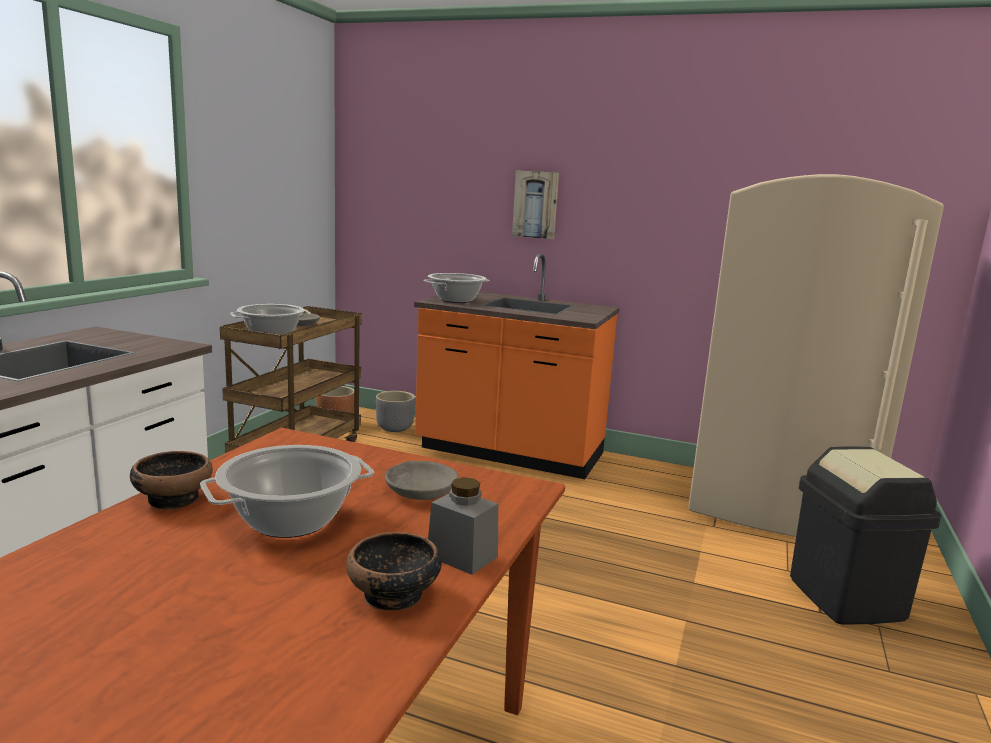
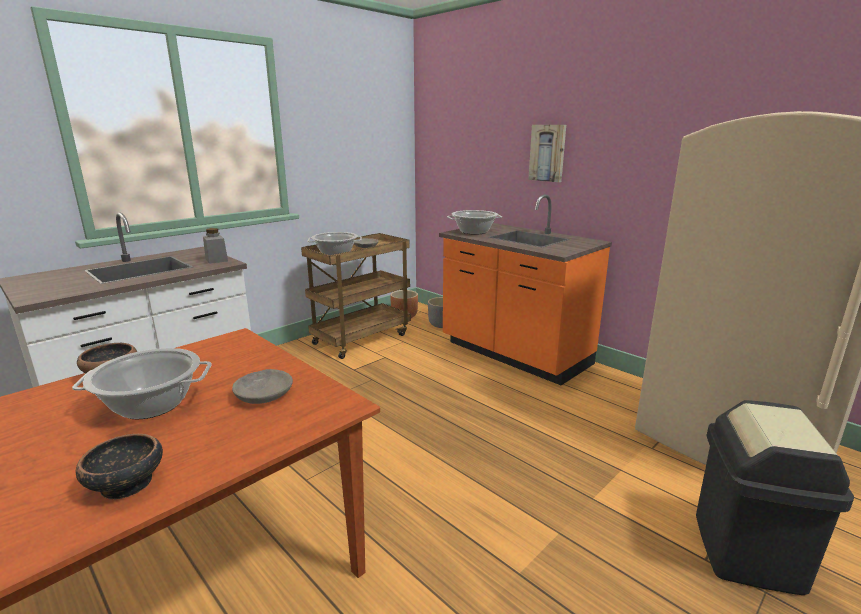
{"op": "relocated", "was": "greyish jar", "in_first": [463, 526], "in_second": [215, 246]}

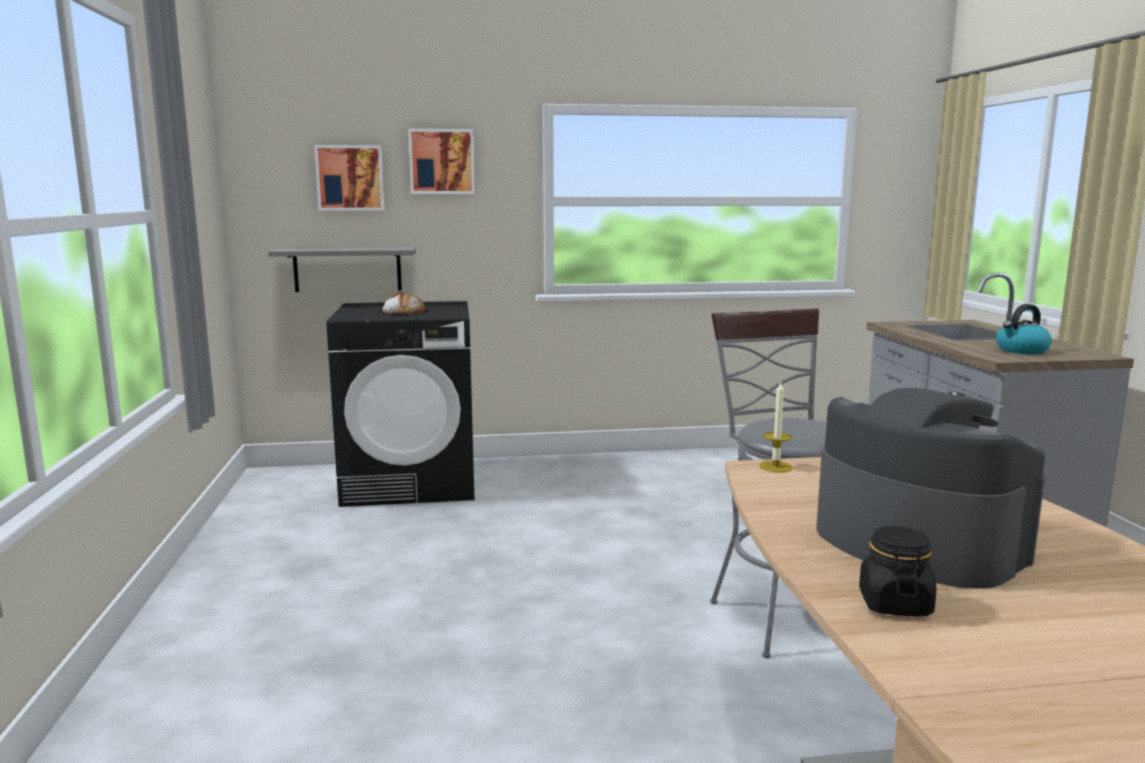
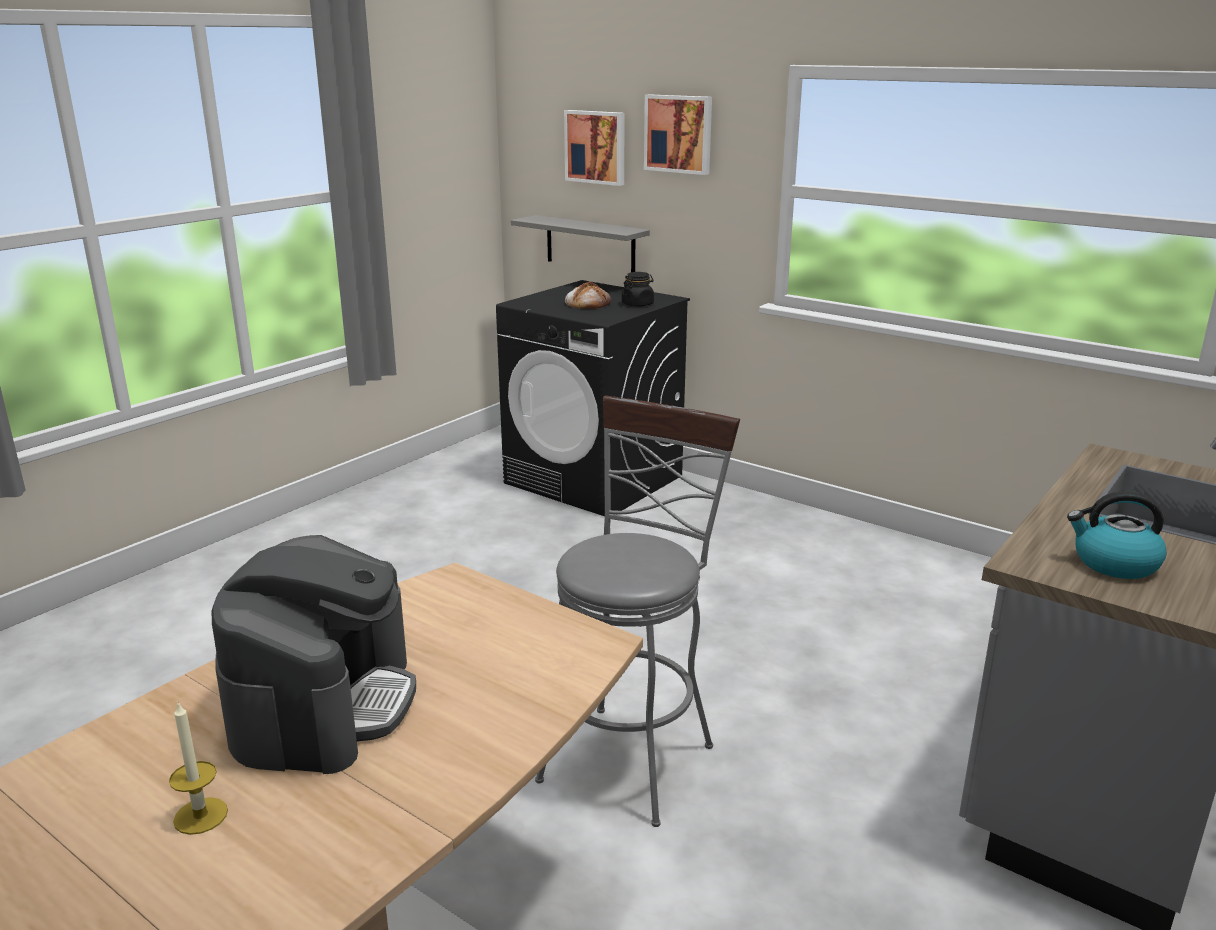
{"op": "relocated", "was": "candle", "in_first": [776, 427], "in_second": [198, 768]}
{"op": "relocated", "was": "black-coloured jar", "in_first": [897, 571], "in_second": [638, 289]}

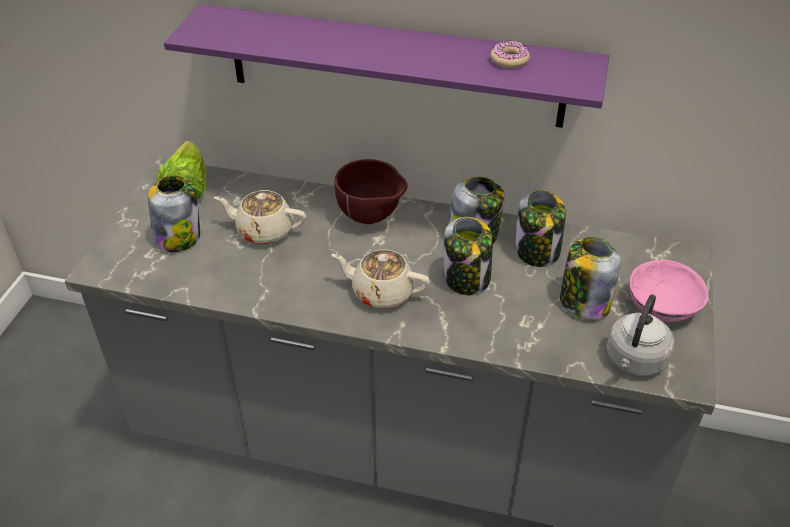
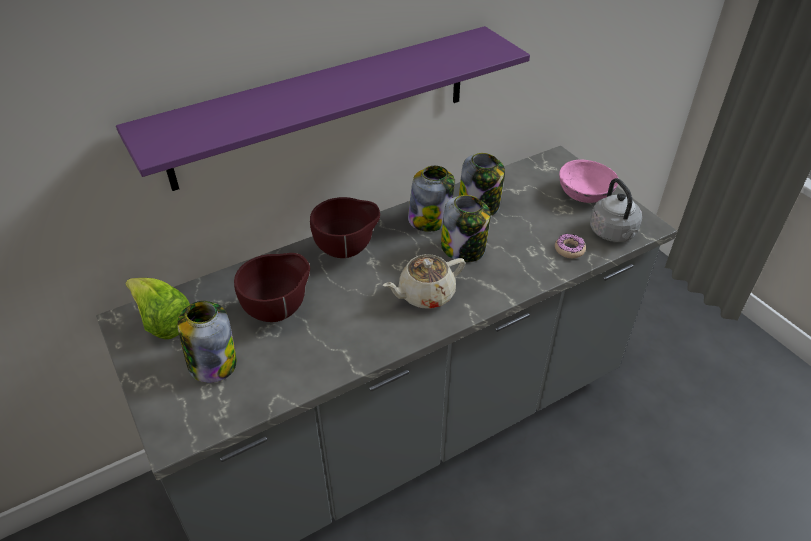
{"op": "missing", "was": "jar", "in_first": [590, 278]}
{"op": "relocated", "was": "donut", "in_first": [510, 54], "in_second": [570, 246]}
{"op": "exchanged", "was": "beige tea pot", "now": "brownish bowl", "in_first": [260, 217], "in_second": [272, 287]}

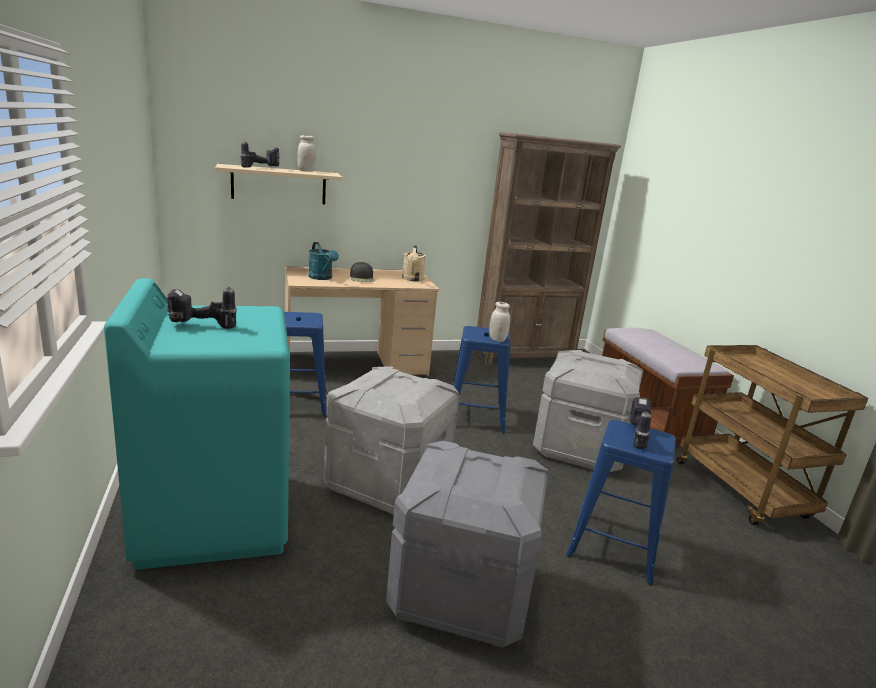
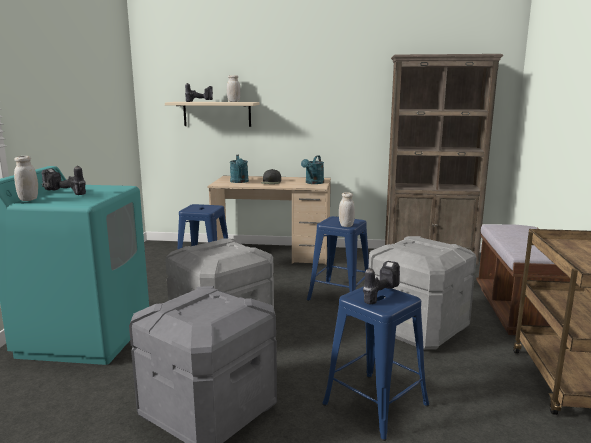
{"op": "appeared", "now": "whitish jar", "in_second": [26, 178]}
{"op": "colour", "was": "beige sprinkling can", "now": "turquoise-coloured sprinkling can", "in_first": [414, 263], "in_second": [312, 169]}

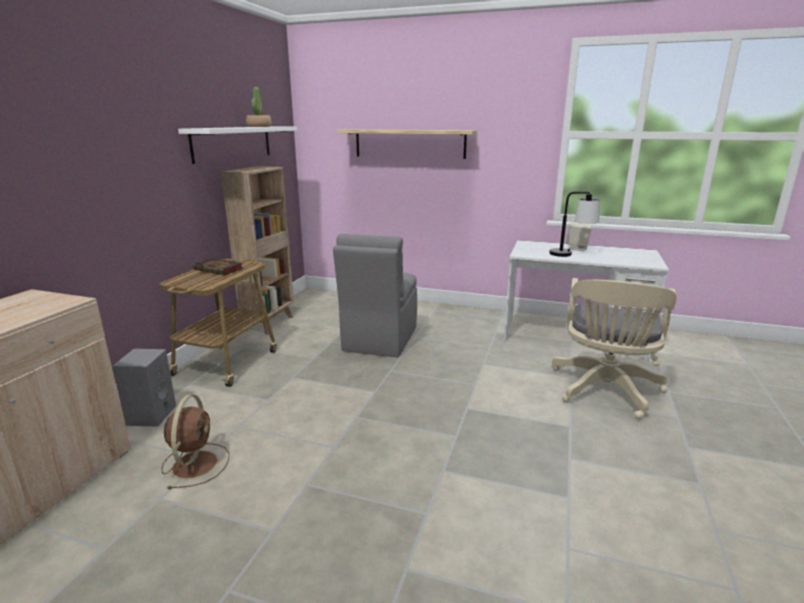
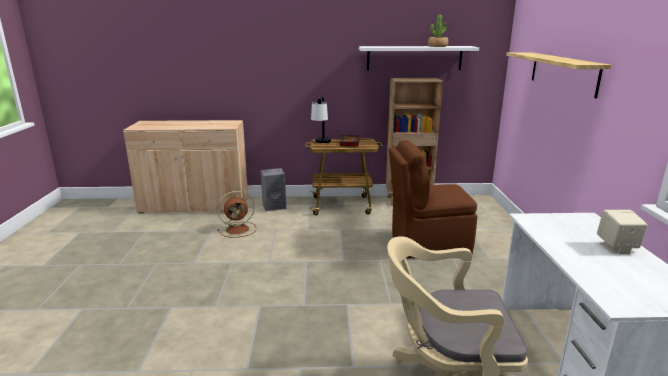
{"op": "relocated", "was": "table lamp", "in_first": [574, 224], "in_second": [321, 119]}
{"op": "colour", "was": "greyish chair", "now": "brownish chair", "in_first": [375, 295], "in_second": [433, 199]}

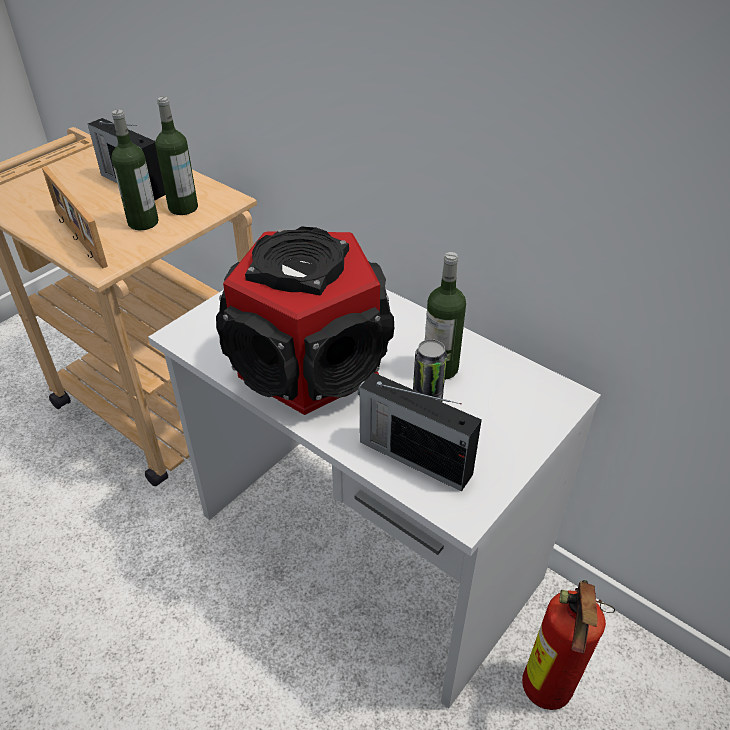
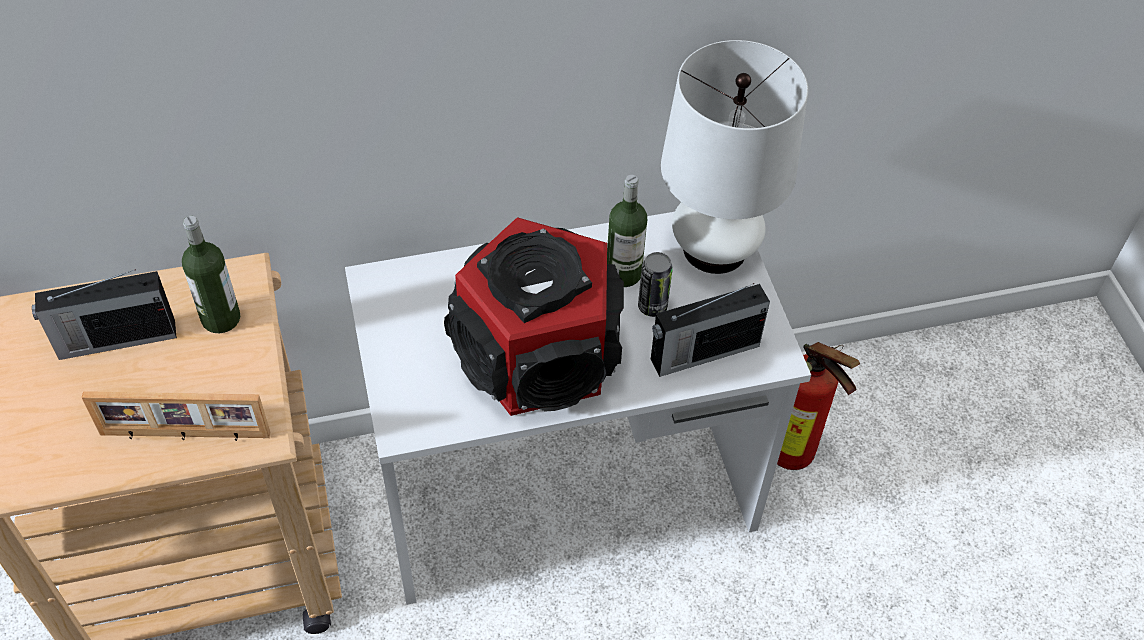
{"op": "missing", "was": "drink bottle", "in_first": [135, 169]}
{"op": "appeared", "now": "whitish table lamp", "in_second": [734, 157]}

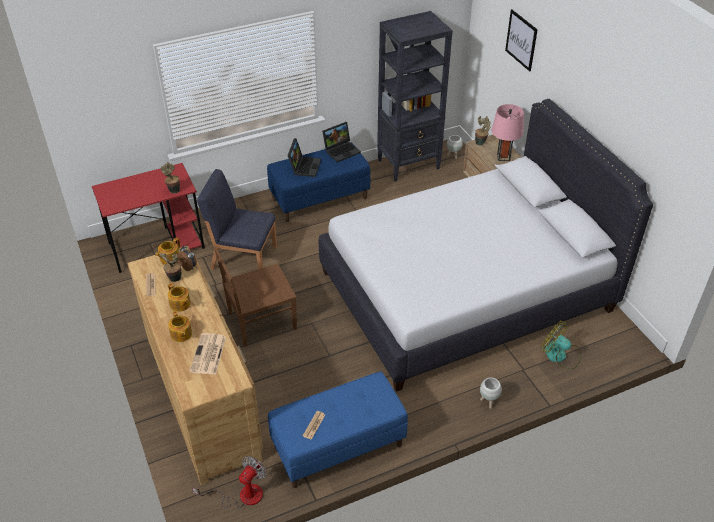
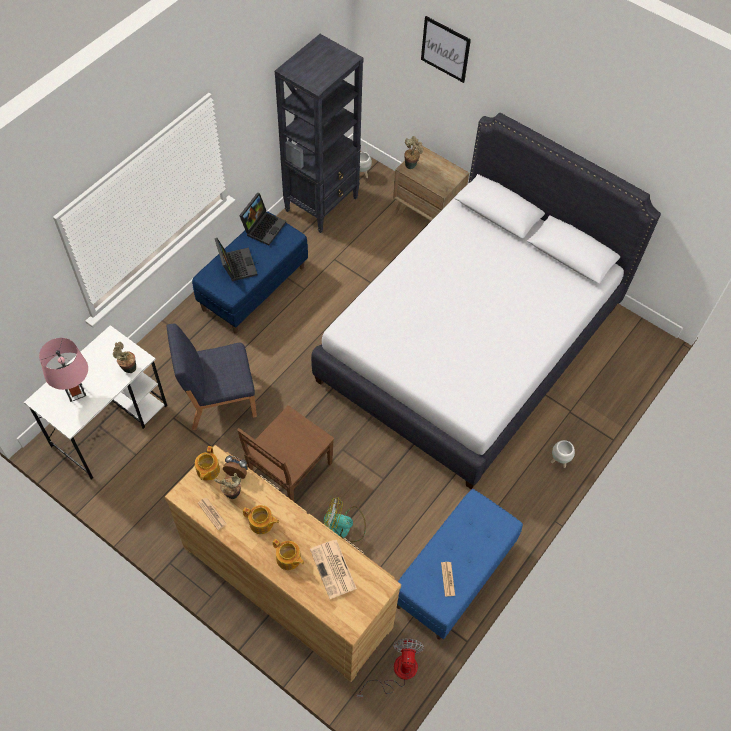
{"op": "relocated", "was": "pinkish table lamp", "in_first": [508, 132], "in_second": [63, 370]}
{"op": "relocated", "was": "electric fan", "in_first": [561, 344], "in_second": [345, 519]}
{"op": "colour", "was": "red desk table", "now": "whitish desk table", "in_first": [148, 218], "in_second": [95, 402]}

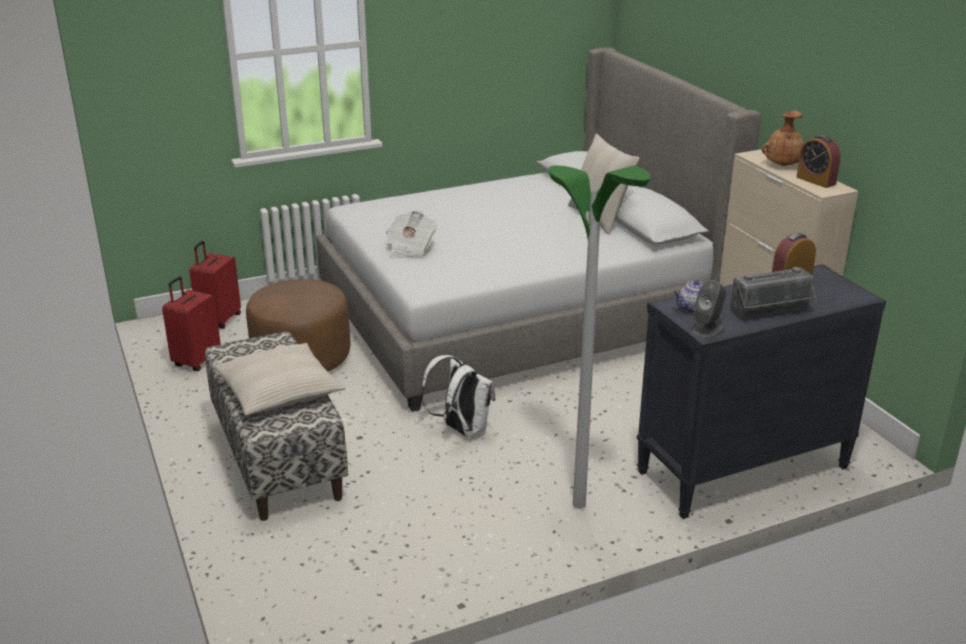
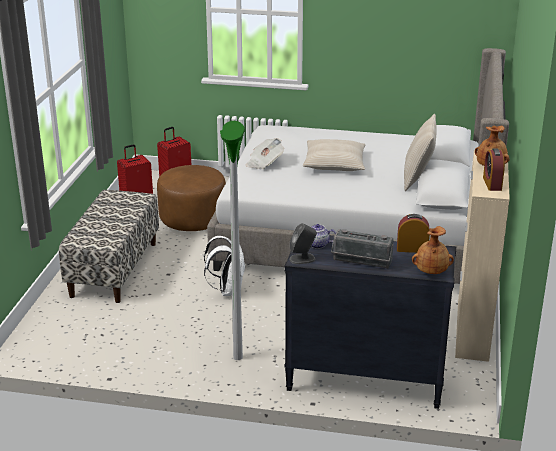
{"op": "appeared", "now": "brownish vase", "in_second": [433, 250]}
{"op": "relocated", "was": "beige throw pillow", "in_first": [279, 379], "in_second": [334, 155]}

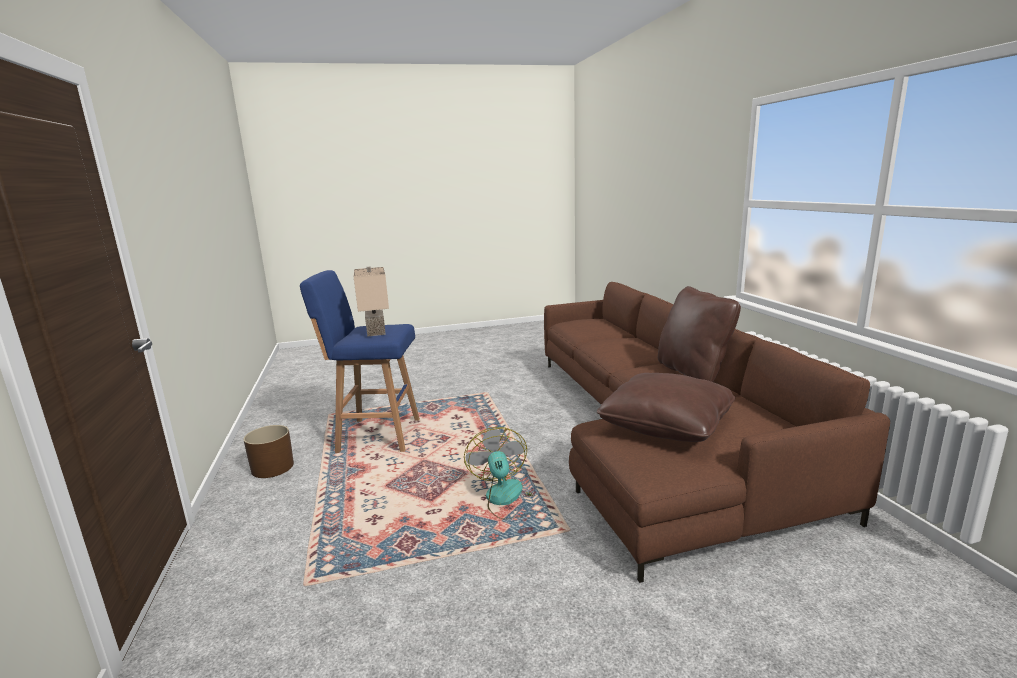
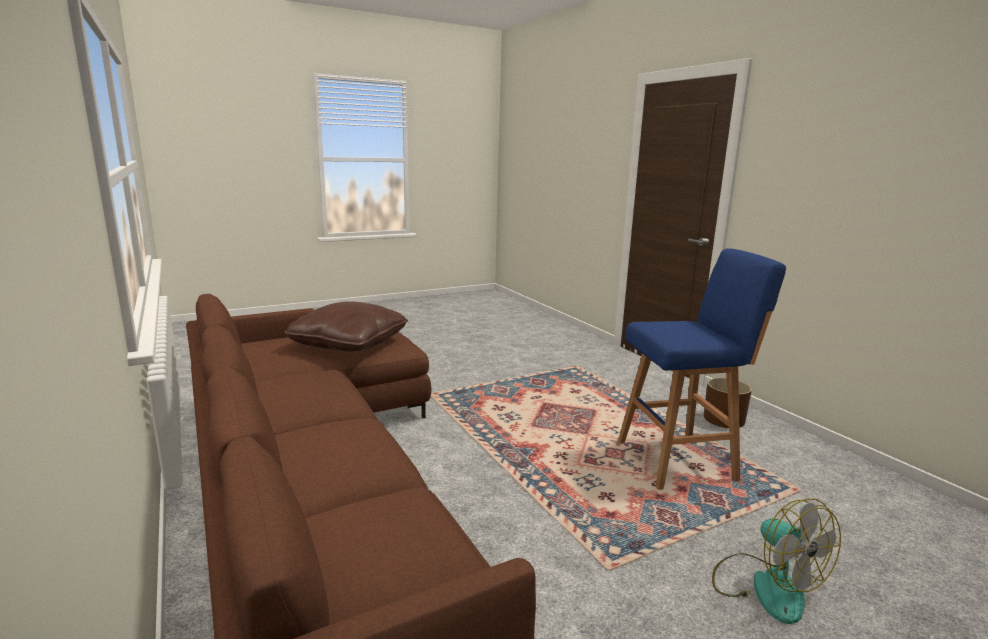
{"op": "missing", "was": "beige table lamp", "in_first": [371, 301]}
{"op": "missing", "was": "brownish throw pillow", "in_first": [699, 334]}
{"op": "relocated", "was": "electric fan", "in_first": [499, 473], "in_second": [776, 561]}

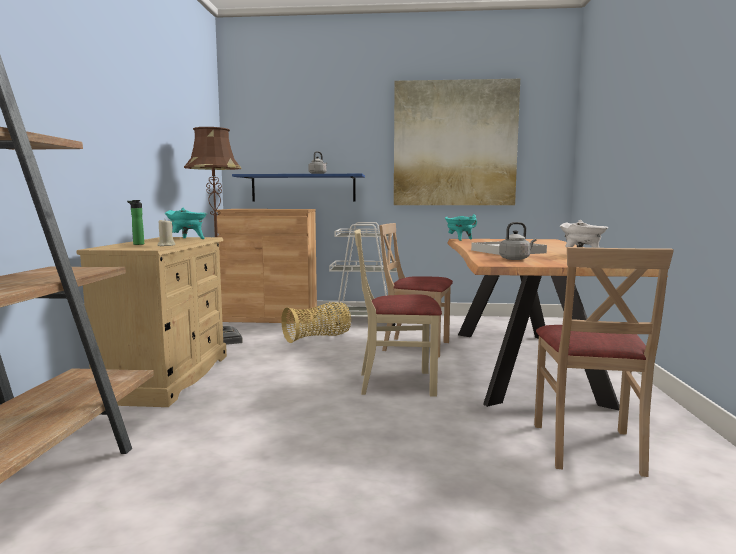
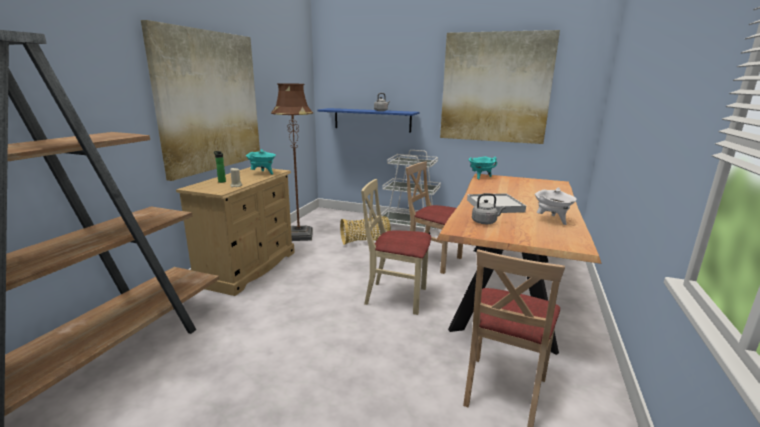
{"op": "missing", "was": "brownish cabinet", "in_first": [266, 266]}
{"op": "appeared", "now": "wall art", "in_second": [200, 100]}

